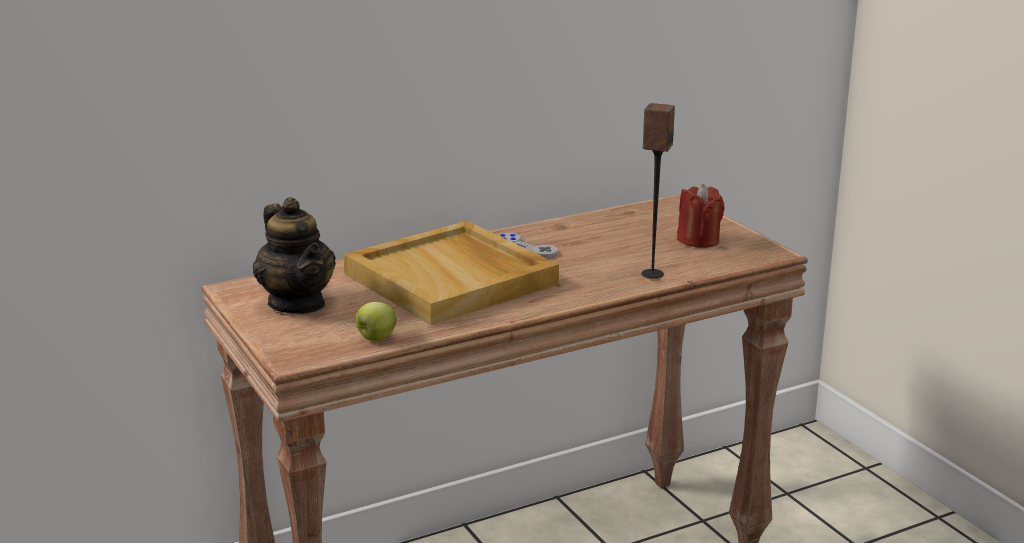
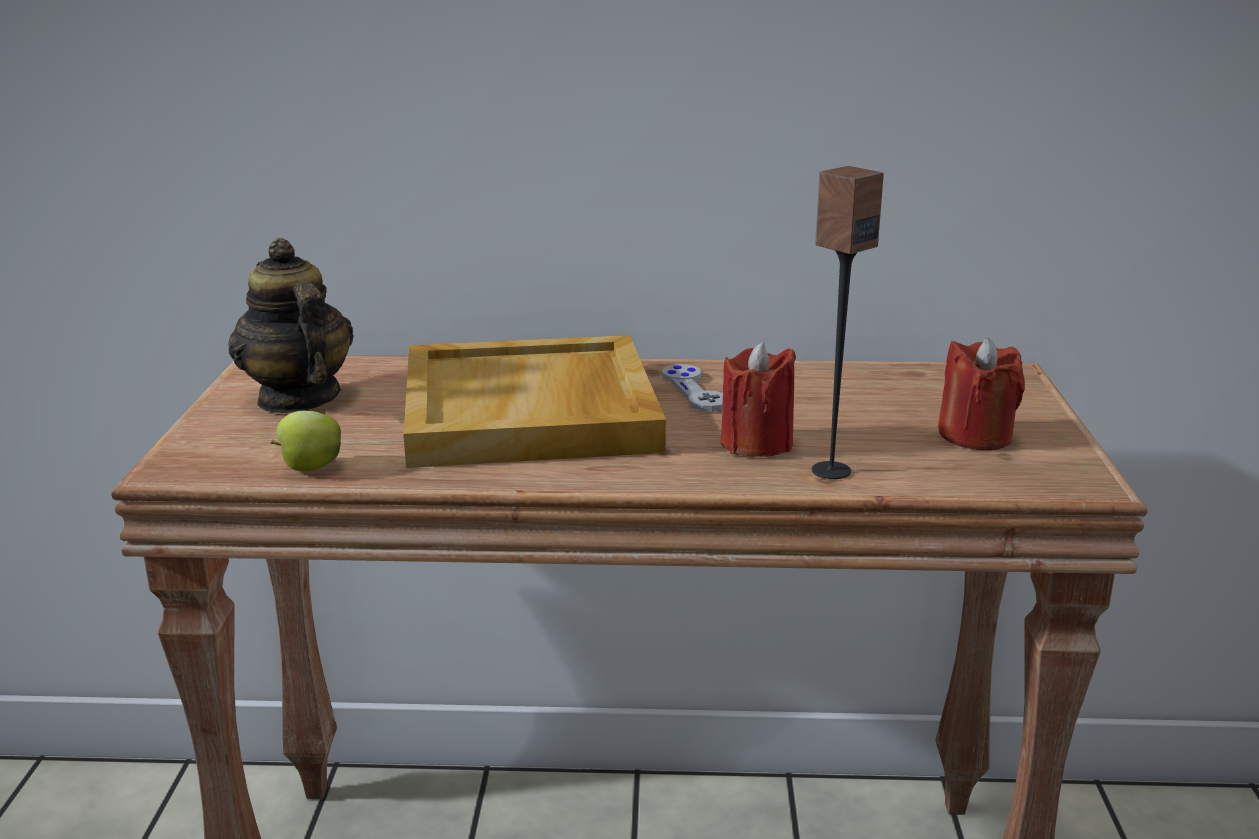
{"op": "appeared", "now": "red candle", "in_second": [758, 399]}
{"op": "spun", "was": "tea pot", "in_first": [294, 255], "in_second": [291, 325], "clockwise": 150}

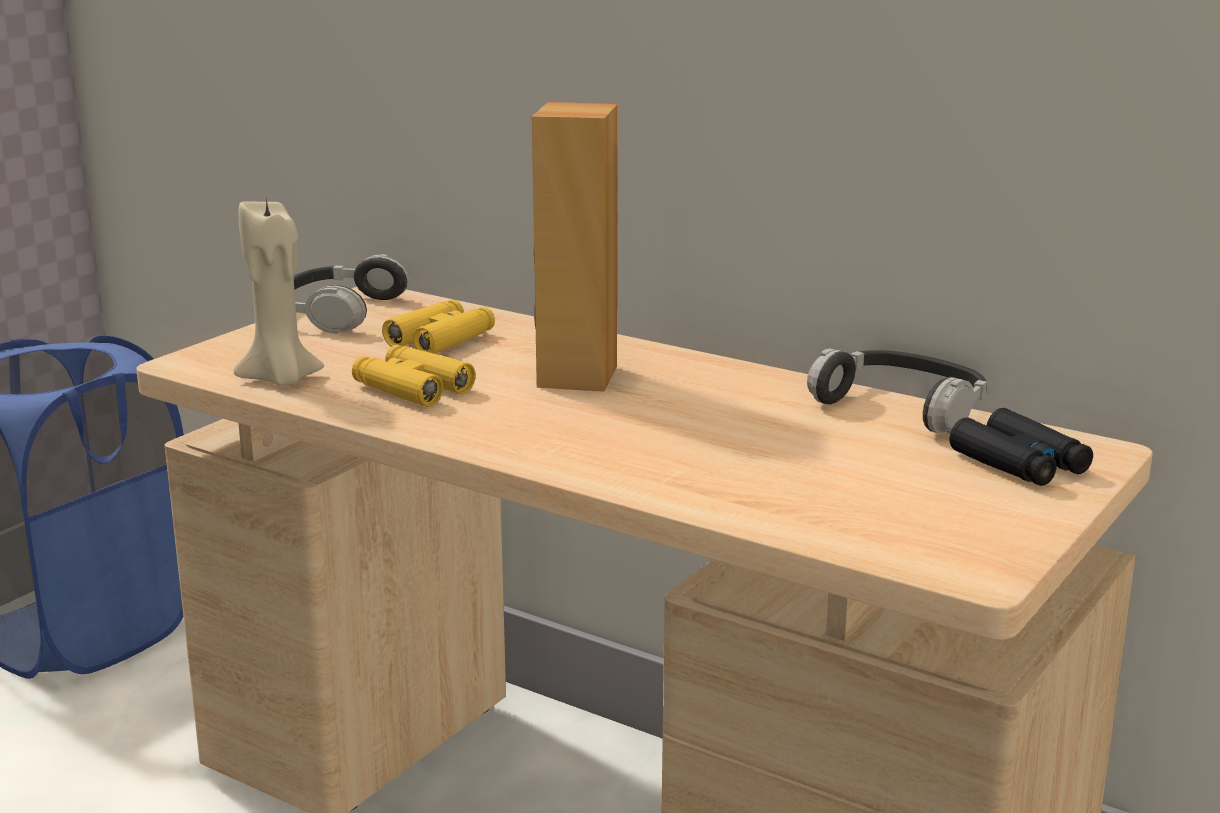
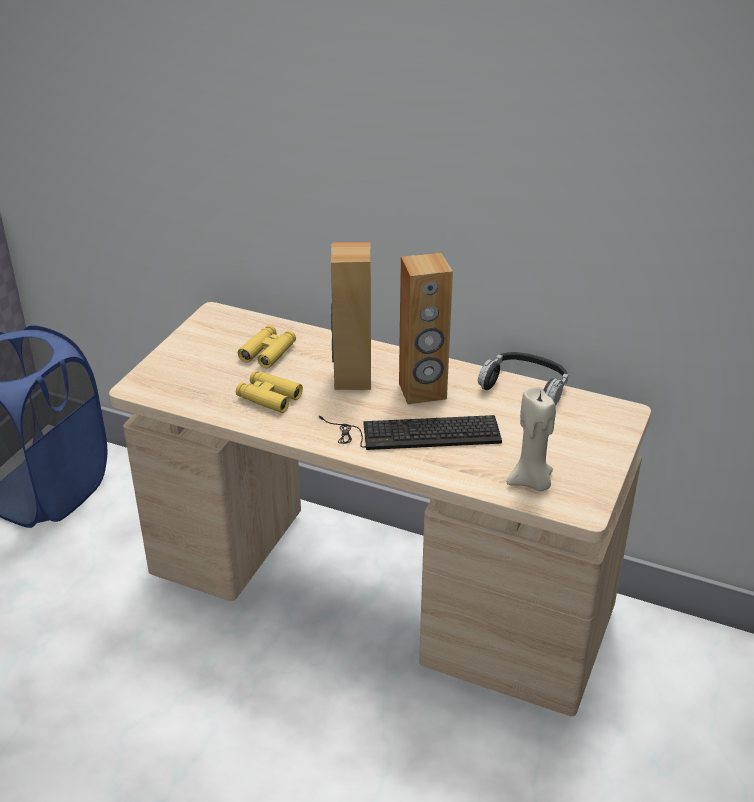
{"op": "missing", "was": "headset", "in_first": [351, 294]}
{"op": "missing", "was": "black-coloured field glasses", "in_first": [1021, 447]}
{"op": "appeared", "now": "PC keyboard", "in_second": [410, 432]}
{"op": "appeared", "now": "brownish loudspeaker", "in_second": [426, 328]}
{"op": "relocated", "was": "beige candle", "in_first": [279, 291], "in_second": [531, 439]}

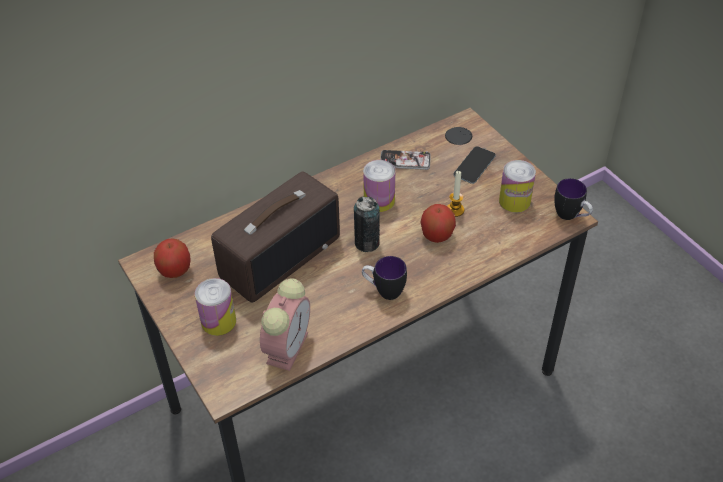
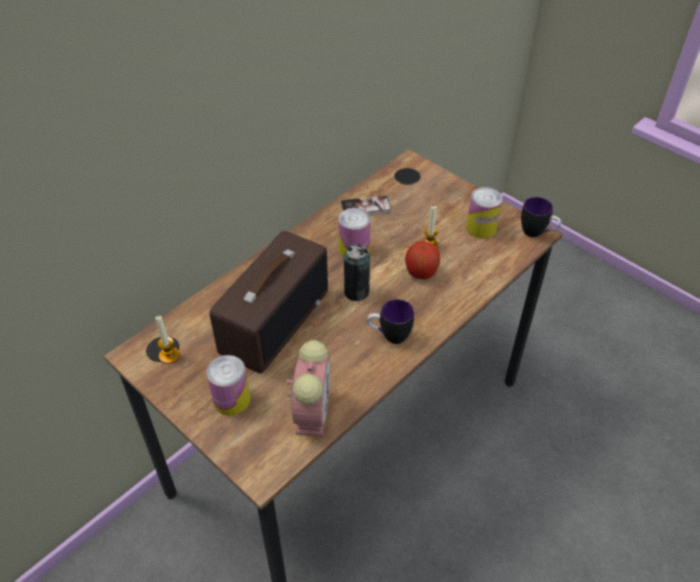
{"op": "missing", "was": "telephone", "in_first": [474, 165]}
{"op": "exchanged", "was": "apple", "now": "candle", "in_first": [172, 258], "in_second": [167, 340]}

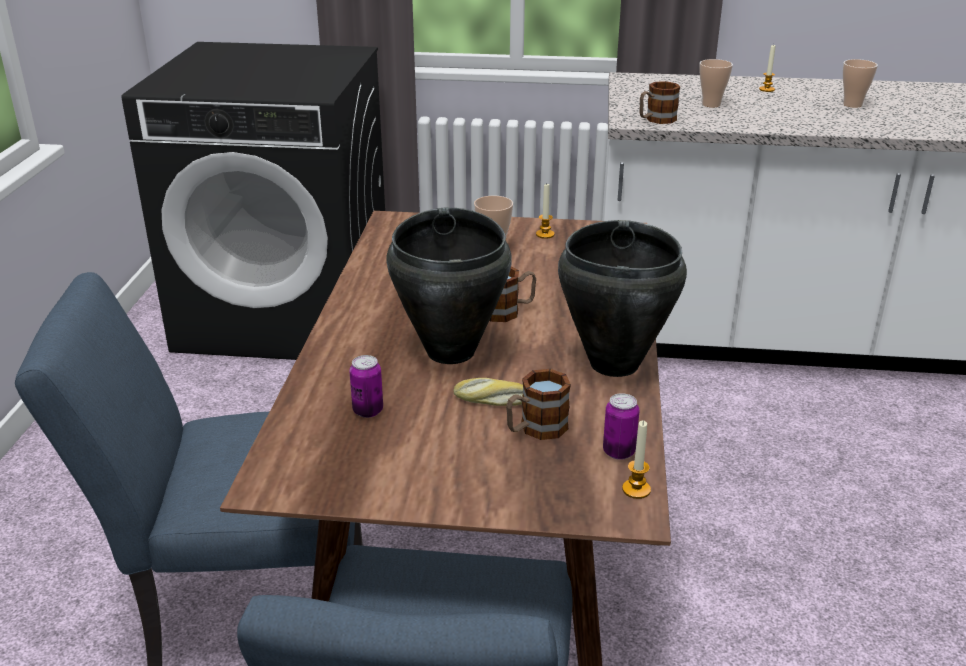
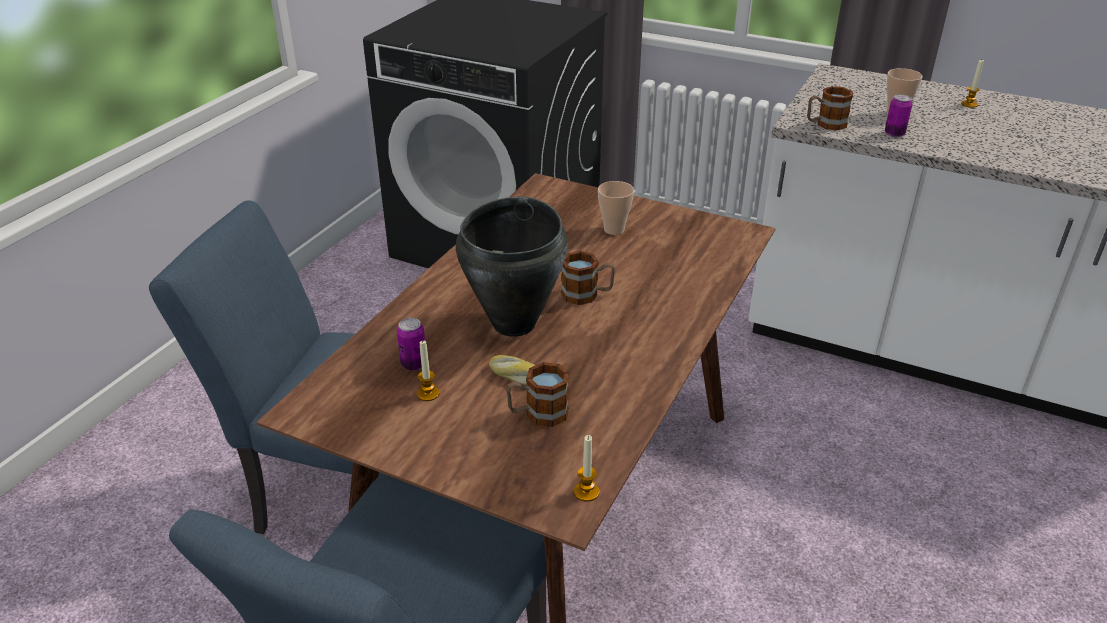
{"op": "missing", "was": "black-coloured cooking pot", "in_first": [622, 298]}
{"op": "missing", "was": "small cup", "in_first": [860, 83]}
{"op": "relocated", "was": "candle", "in_first": [545, 211], "in_second": [428, 370]}
{"op": "relocated", "was": "metal can", "in_first": [621, 426], "in_second": [898, 115]}

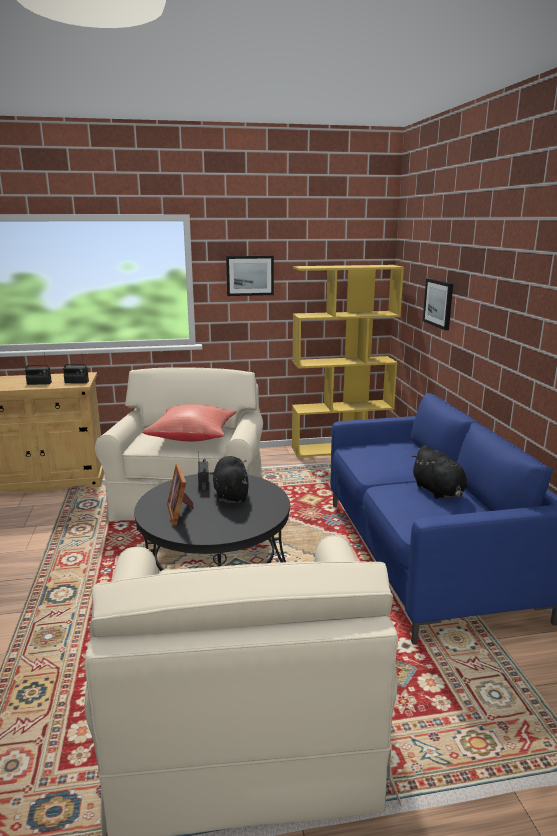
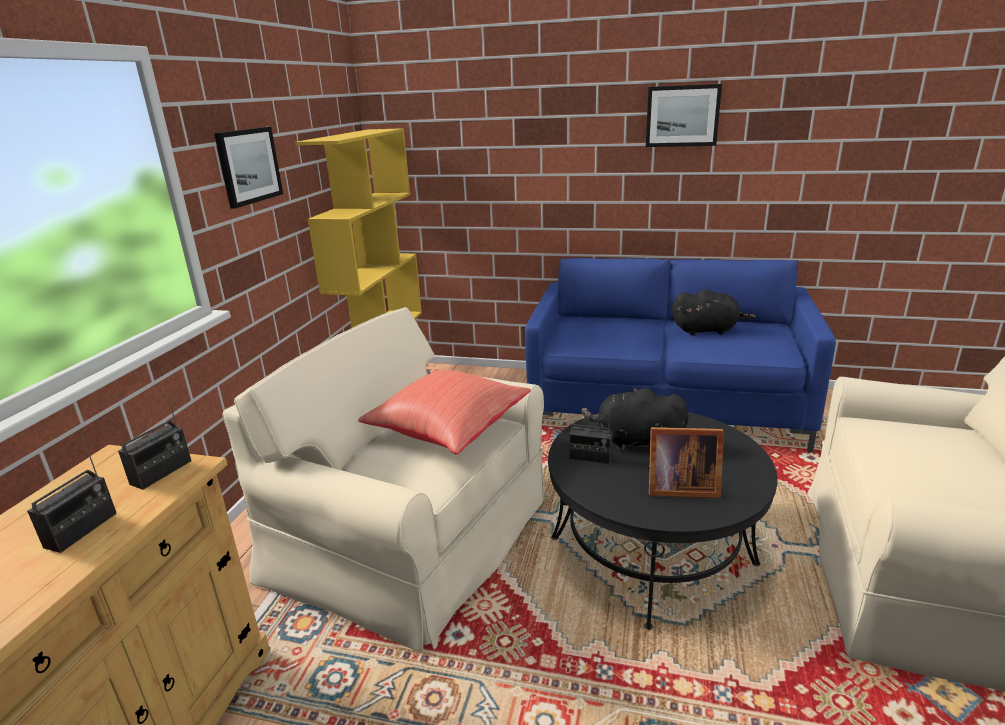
{"op": "relocated", "was": "wall art", "in_first": [438, 304], "in_second": [684, 115]}

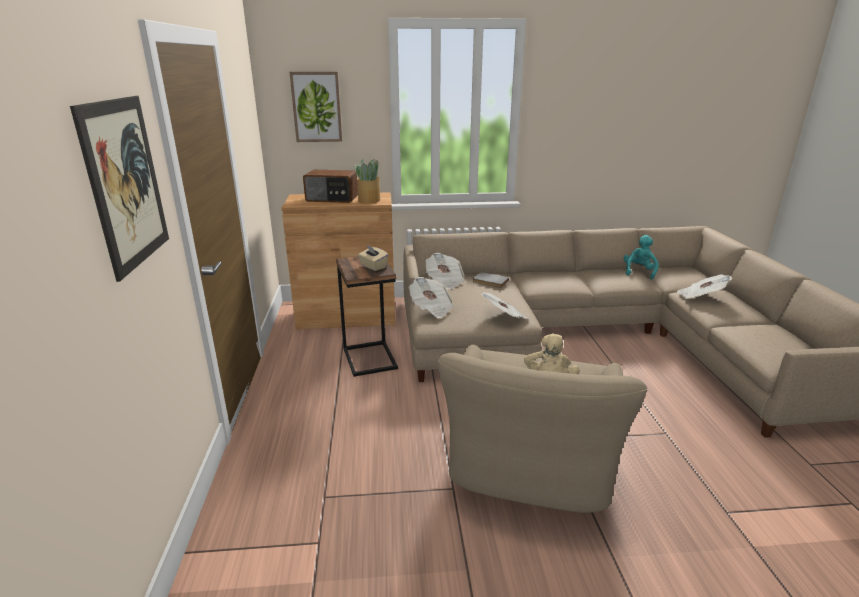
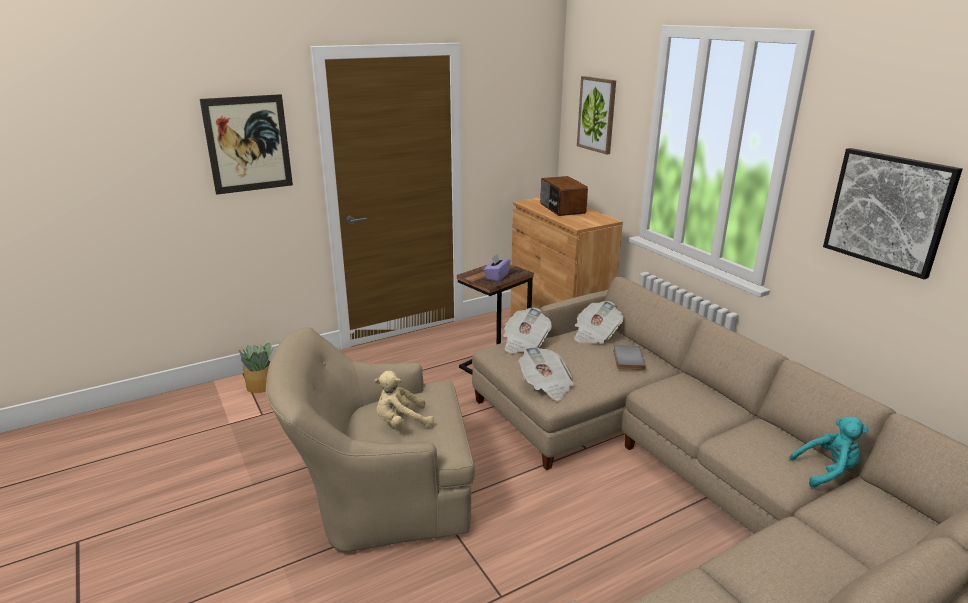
{"op": "missing", "was": "printed paper", "in_first": [704, 286]}
{"op": "appeared", "now": "wall art", "in_second": [892, 213]}
{"op": "relocated", "was": "plant in a pot", "in_first": [367, 181], "in_second": [256, 368]}
{"op": "colour", "was": "beige tissue holder", "now": "purple-coloured tissue holder", "in_first": [373, 258], "in_second": [497, 268]}

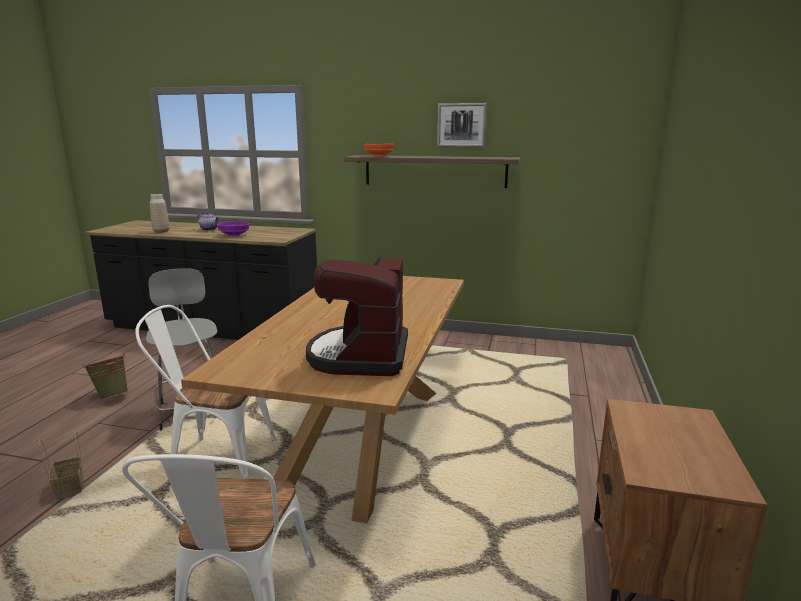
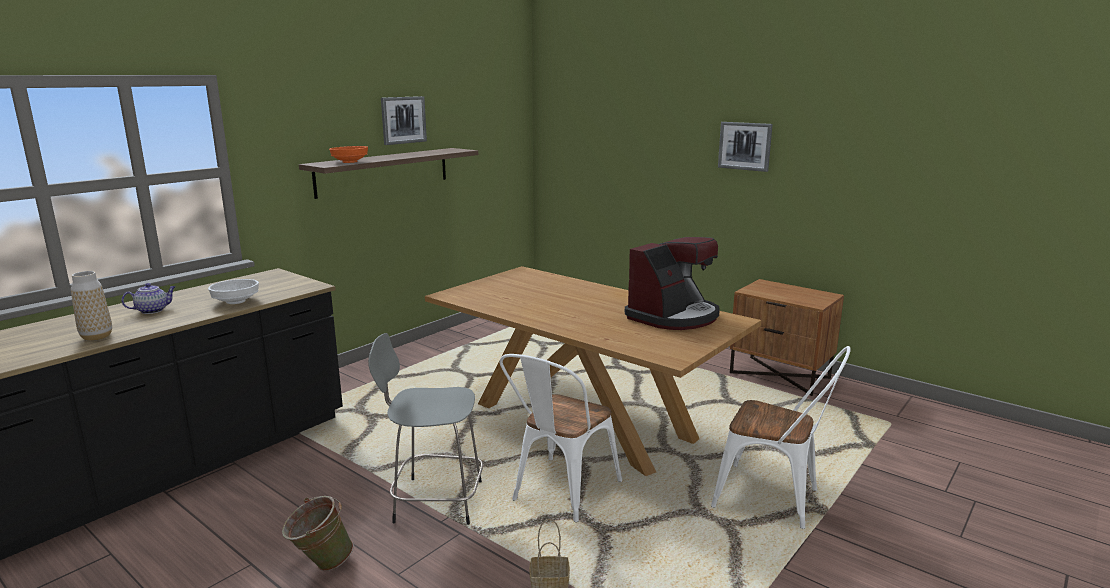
{"op": "appeared", "now": "wall art", "in_second": [745, 147]}
{"op": "colour", "was": "purple-coloured bowl", "now": "whitish bowl", "in_first": [233, 228], "in_second": [233, 291]}
{"op": "spun", "was": "coffee brewer", "in_first": [357, 316], "in_second": [672, 283], "clockwise": -75}

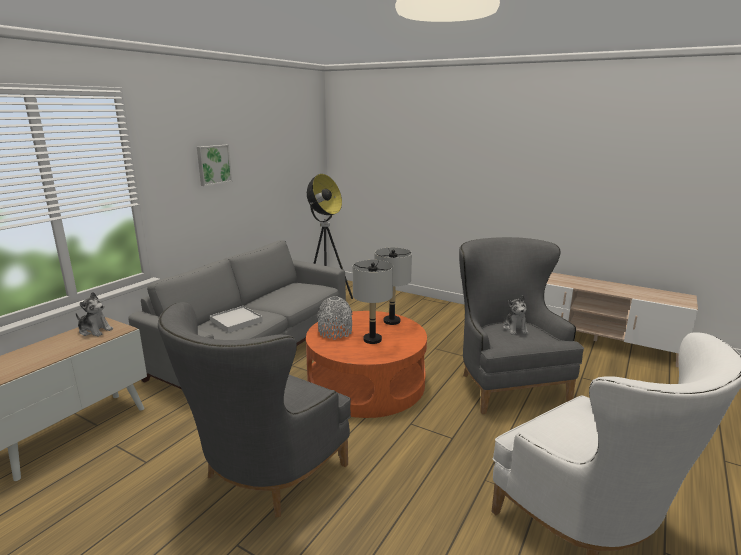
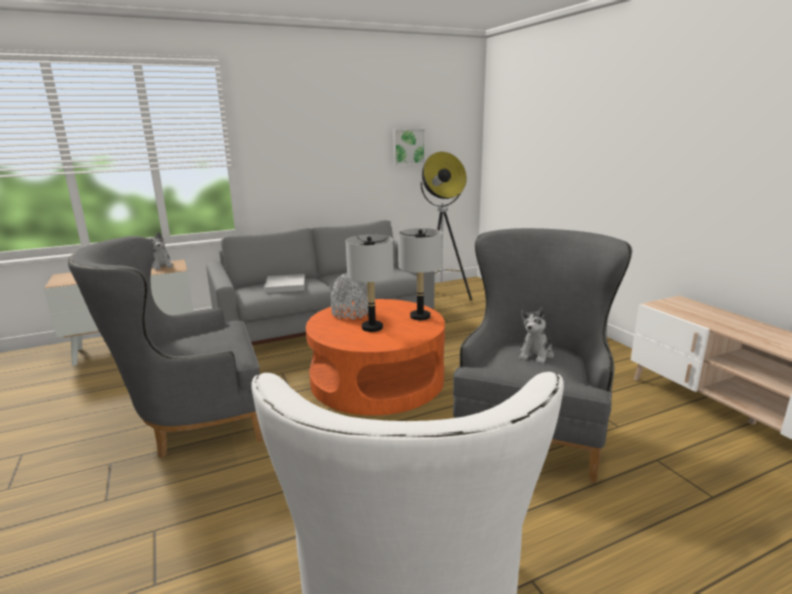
{"op": "relocated", "was": "wall art", "in_first": [214, 165], "in_second": [409, 147]}

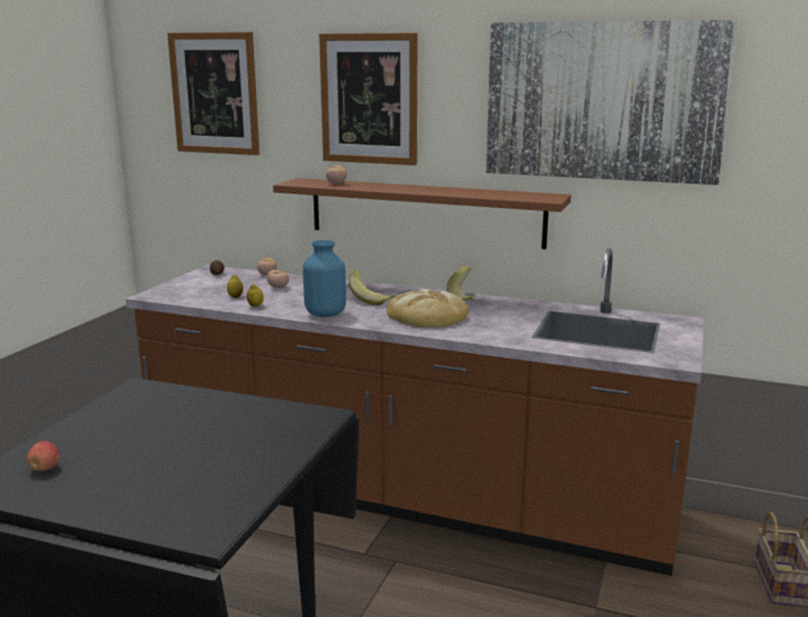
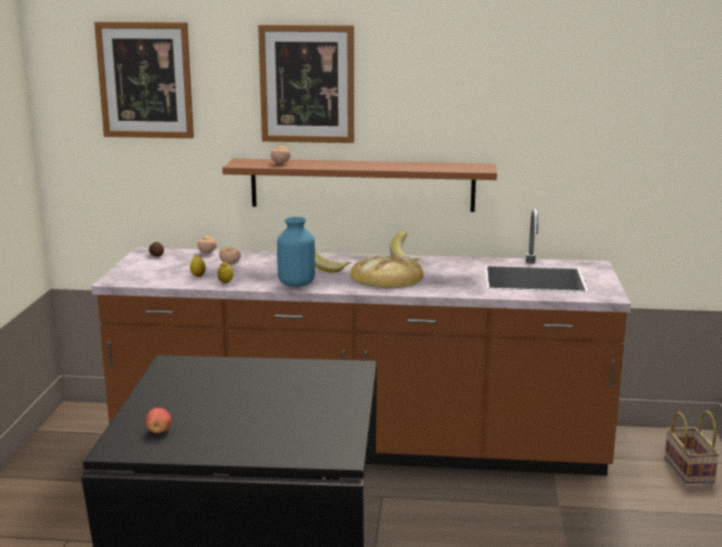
{"op": "missing", "was": "wall art", "in_first": [612, 102]}

